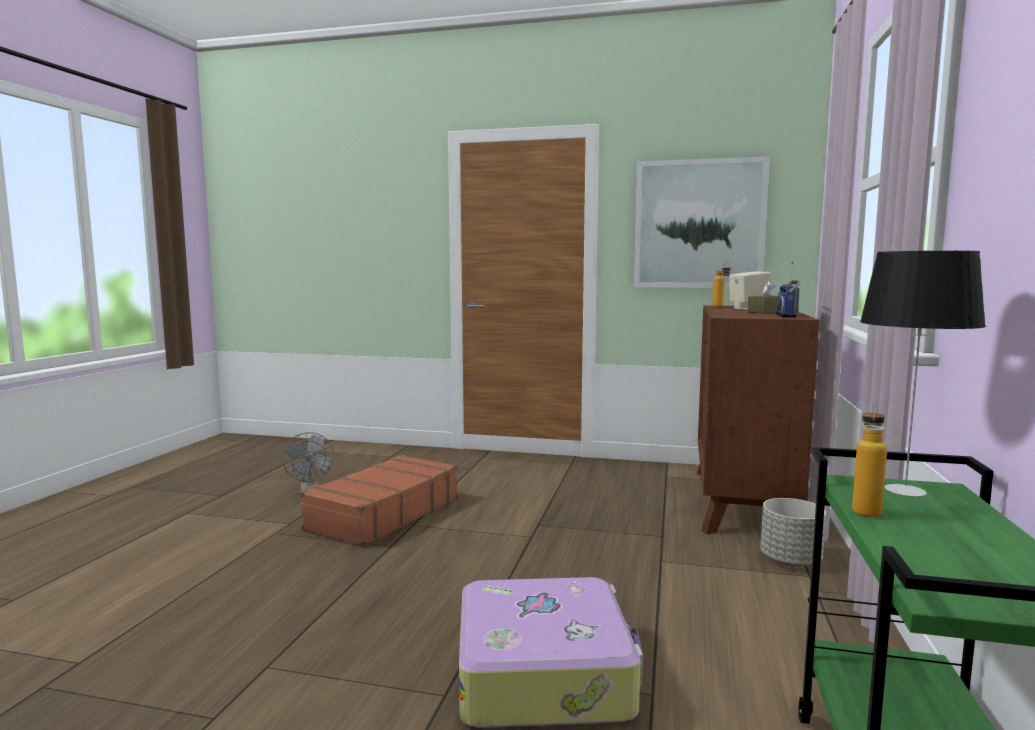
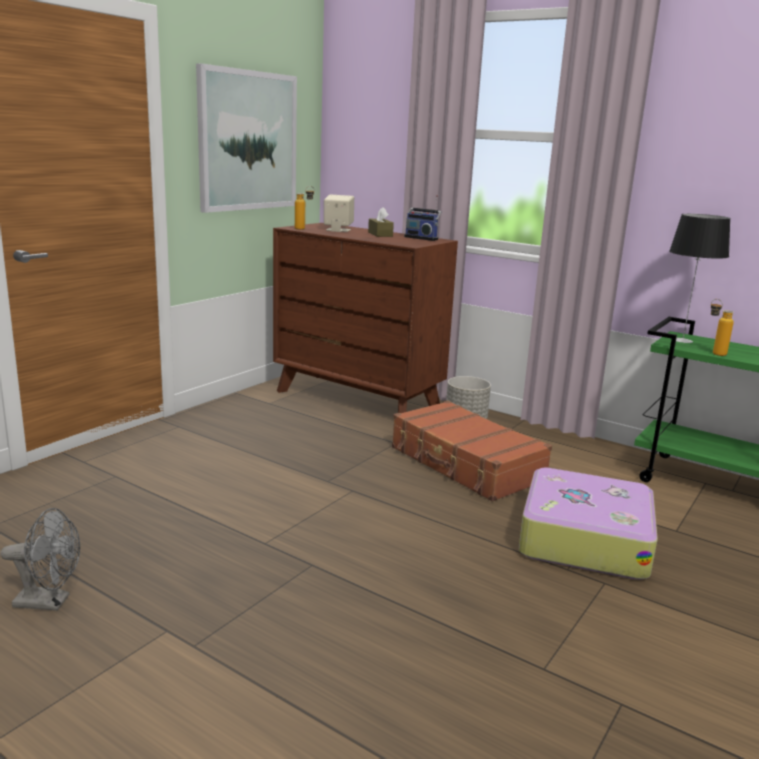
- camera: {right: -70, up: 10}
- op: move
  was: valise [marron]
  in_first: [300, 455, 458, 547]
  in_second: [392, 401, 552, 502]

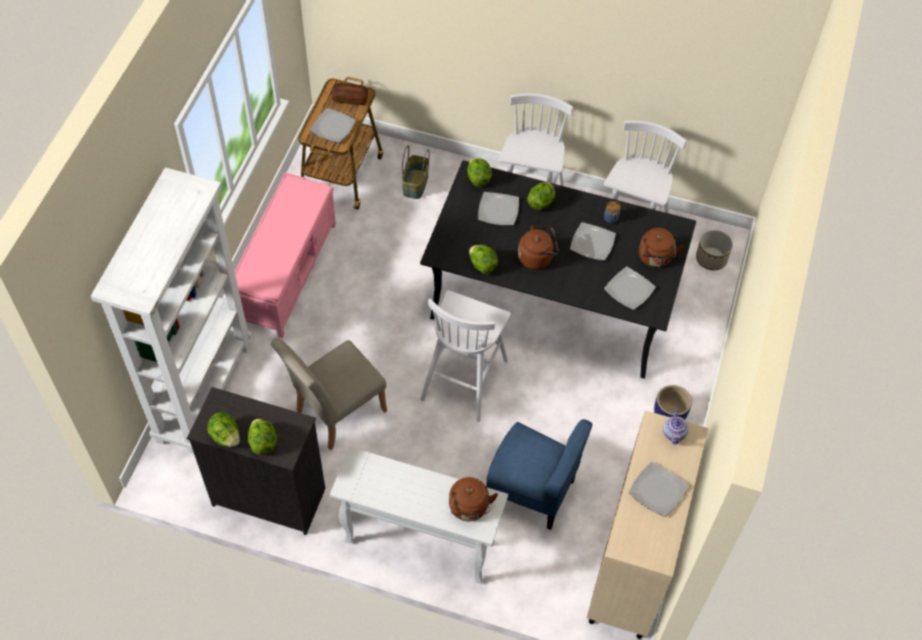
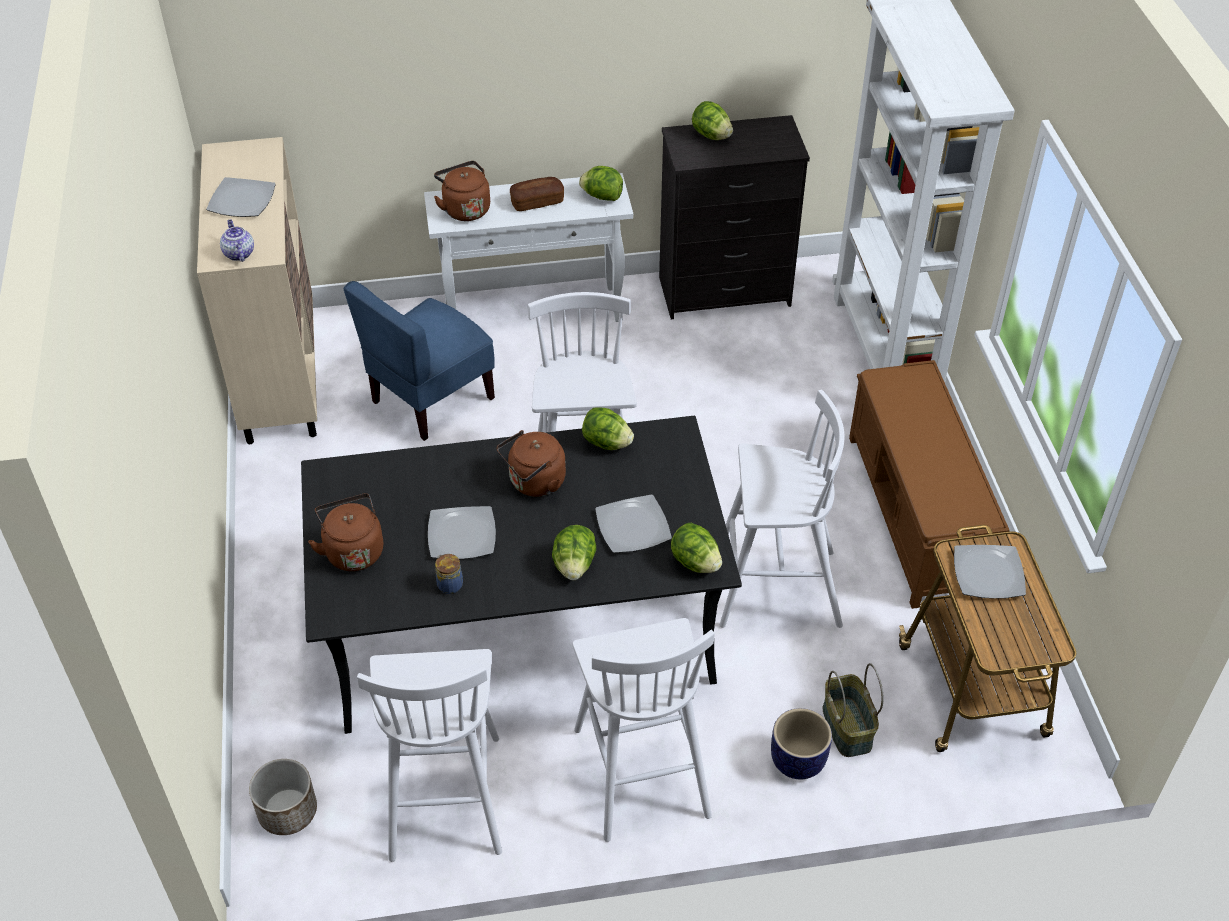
- camera: {right: 155, up: -10}
- op: delete
  was: chaise [beige]
  in_first: [271, 338, 387, 450]
- op: delete
  was: assiette
  in_first: [604, 267, 656, 310]
- op: insert
  now: tabouret [blanc]
  in_second: [720, 390, 844, 628]
- op: move
  was: laitue
  in_first: [207, 412, 240, 447]
  in_second: [579, 166, 623, 201]
- op: move
  was: pain
  in_first: [331, 83, 368, 105]
  in_second: [510, 177, 564, 211]
- op: move
  was: cache-pot
  in_first: [654, 385, 692, 419]
  in_second: [771, 708, 832, 779]
- op: recolor
  was: banc [rose]
  now: banc [marron]
  in_first: [235, 172, 336, 338]
  in_second: [849, 360, 1010, 609]
- op: rotate
  was: chaise [bleu]
  in_first: [486, 419, 592, 530]
  in_second: [343, 281, 495, 441]
  clockwise: -45

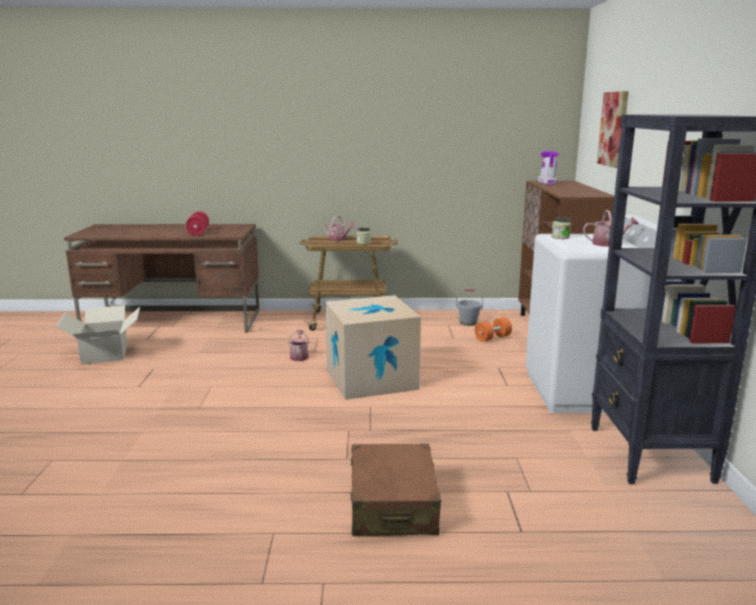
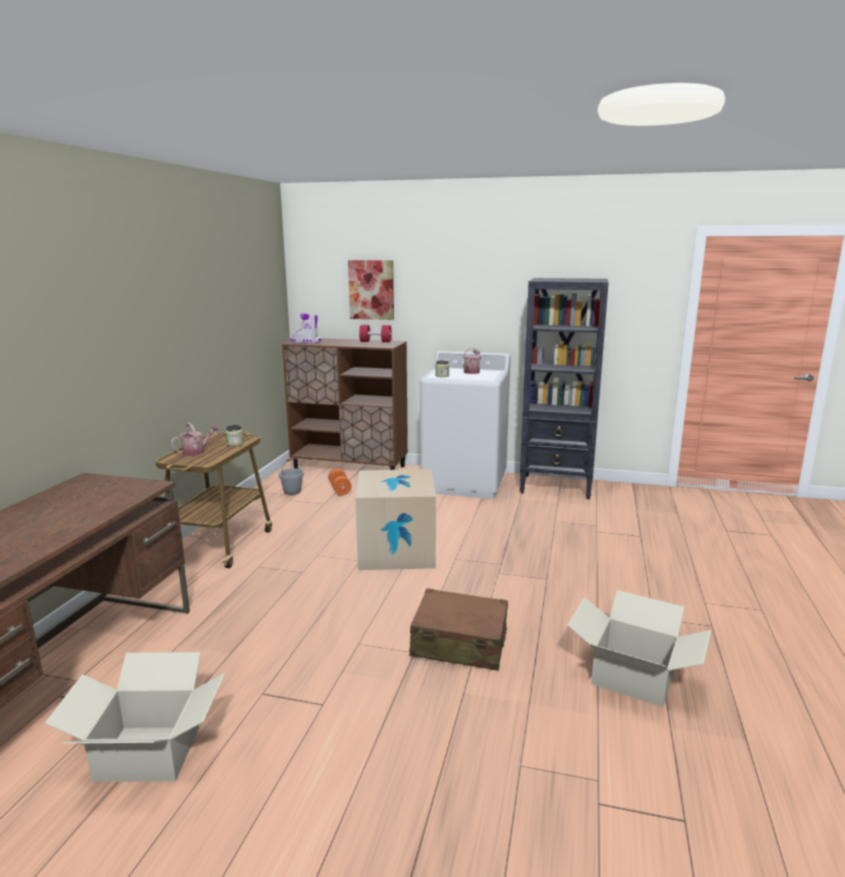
- camera: {right: -75, up: 0}
- op: delete
  was: arrosoir
  in_first: [288, 330, 309, 361]
- op: insert
  now: carton
  in_second: [567, 590, 711, 707]
- op: move
  was: haltère [rouge]
  in_first: [186, 211, 209, 236]
  in_second: [359, 325, 392, 342]
- op: move
  was: valise [marron]
  in_first: [351, 444, 441, 536]
  in_second: [410, 588, 508, 671]

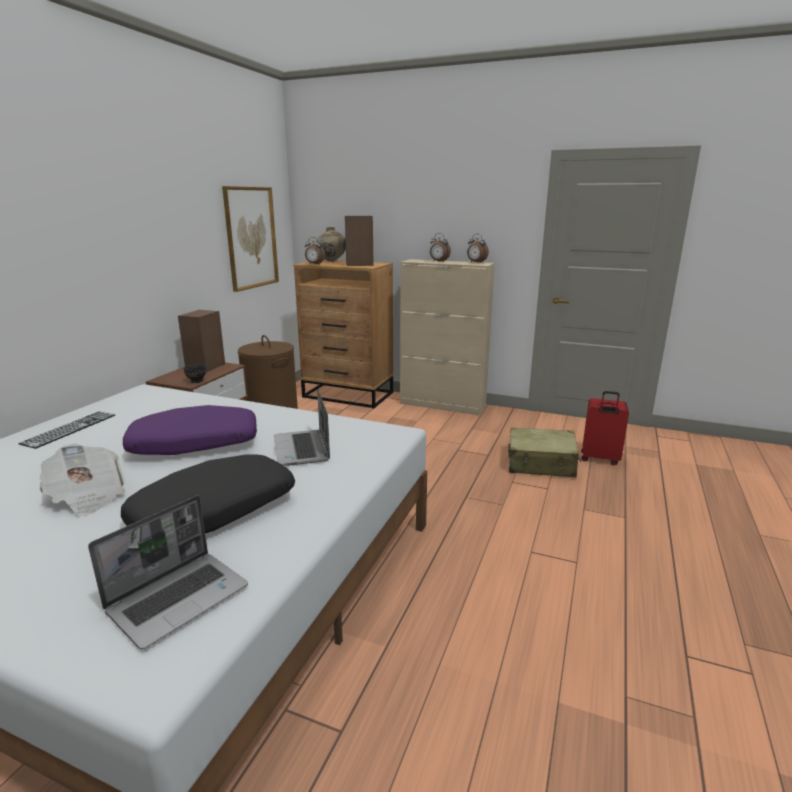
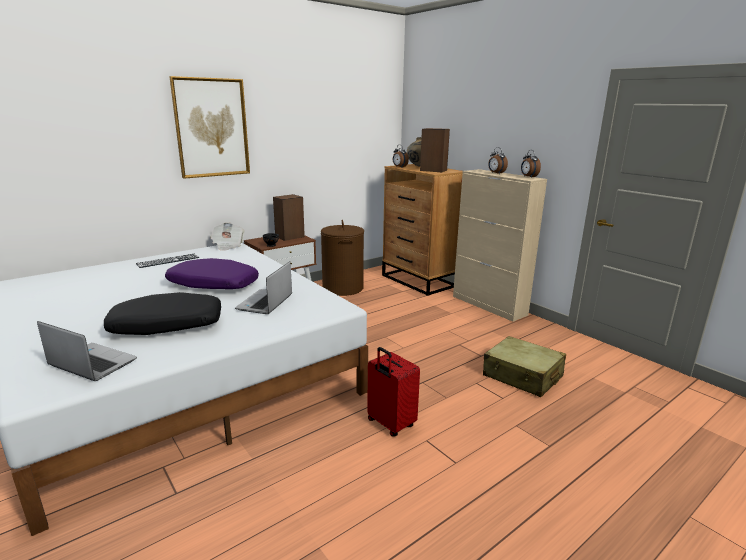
- camera: {right: 30, up: 0}
- op: move
  was: journal
  in_first: [39, 444, 125, 516]
  in_second: [210, 222, 245, 251]
- op: move
  was: tableau
  in_first: [222, 186, 279, 292]
  in_second: [169, 76, 250, 179]
- op: move
  was: valise [rouge]
  in_first: [581, 391, 629, 465]
  in_second: [367, 347, 420, 437]
- op: rotate
  was: ordinateur portable
  in_first: [88, 495, 248, 650]
  in_second: [37, 321, 137, 381]
  clockwise: -135

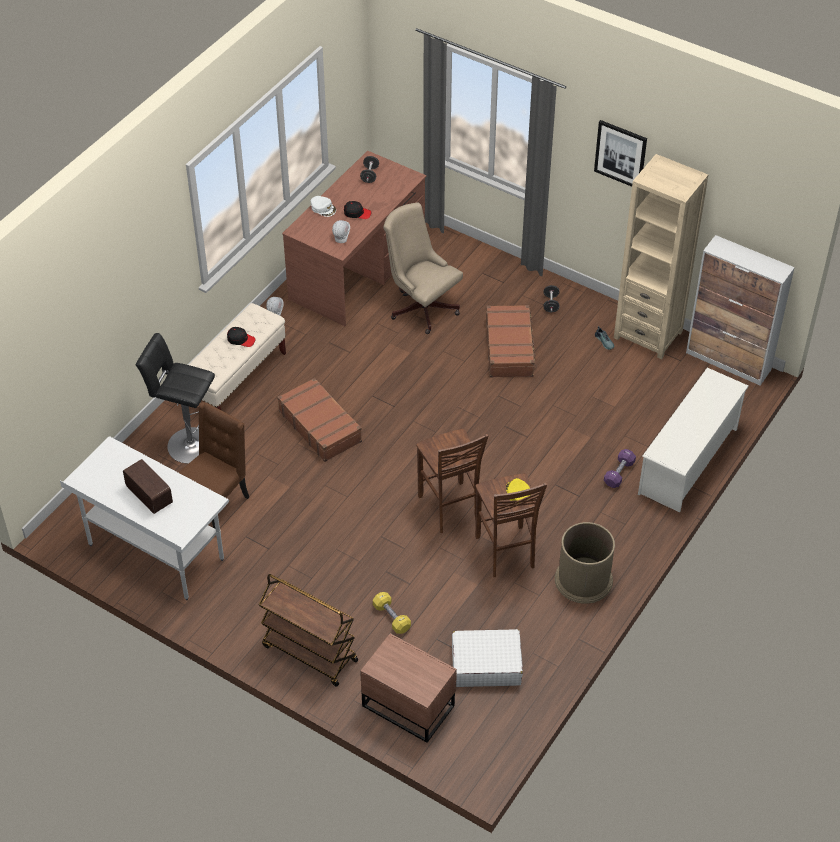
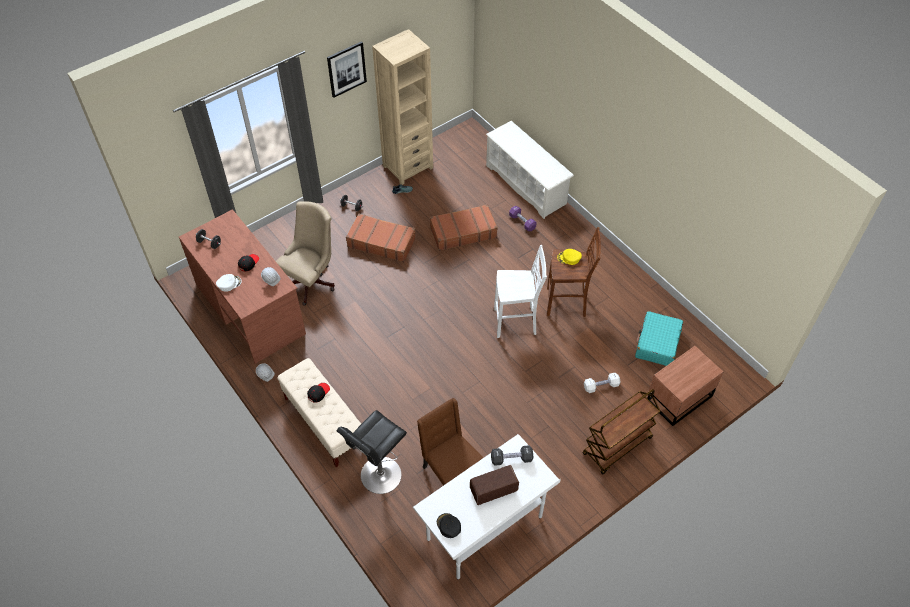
- camera: {right: -70, up: 5}
- op: delete
  was: poubelle [marron]
  in_first: [555, 522, 615, 604]
- op: delete
  was: meuble de rangement
  in_first: [686, 235, 795, 386]
- op: insert
  now: casquette [noir]
  in_second: [437, 513, 461, 538]
- op: insert
  now: haltère [noir]
  in_second: [491, 445, 533, 466]
- op: move
  was: valise [marron]
  in_first: [277, 378, 362, 462]
  in_second: [430, 204, 498, 251]
- op: recolor
  was: haltère [jaune]
  now: haltère [blanc]
  in_first: [373, 592, 411, 634]
  in_second: [584, 373, 621, 393]
- op: recolor
  was: tabouret [marron]
  now: tabouret [blanc]
  in_first: [416, 429, 489, 533]
  in_second: [494, 245, 547, 338]
- op: recolor
  was: valise [blanc]
  now: valise [turquoise]
  in_first: [452, 629, 523, 687]
  in_second: [635, 311, 683, 366]
- op: rotate
  was: chaise de bureau [beige]
  in_first: [383, 202, 463, 334]
  in_second: [276, 201, 335, 306]
  clockwise: 150

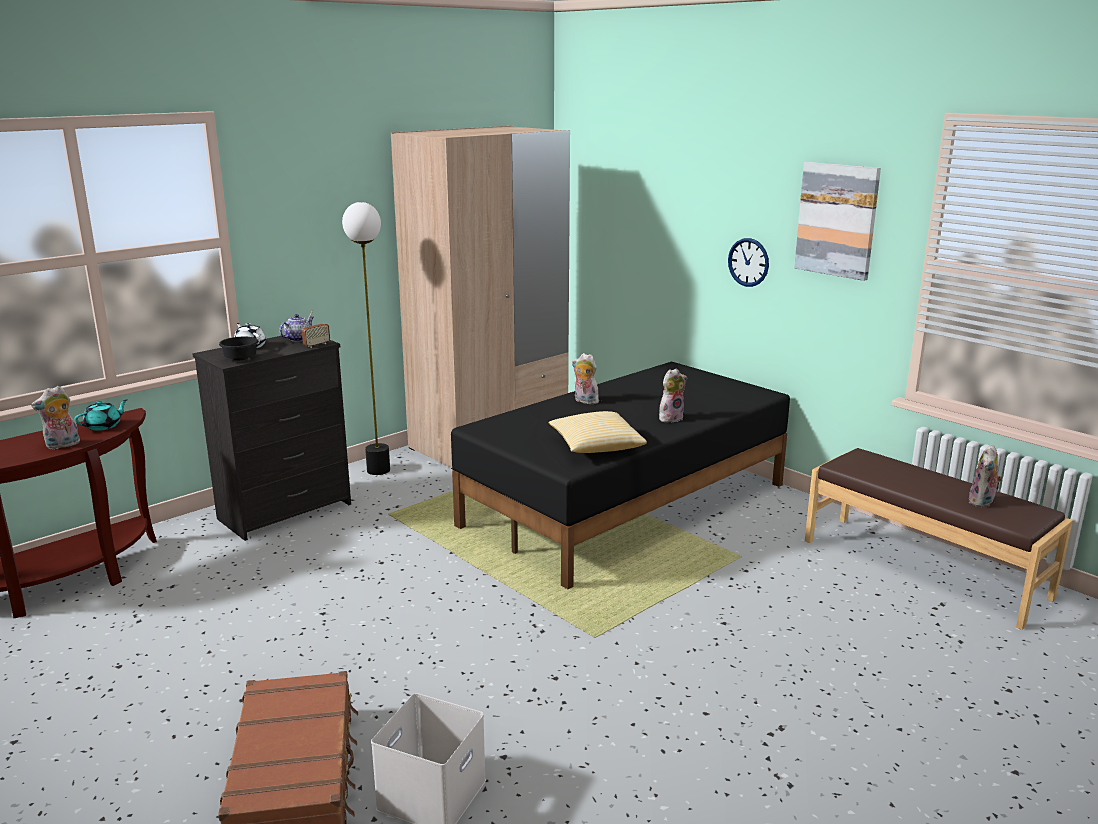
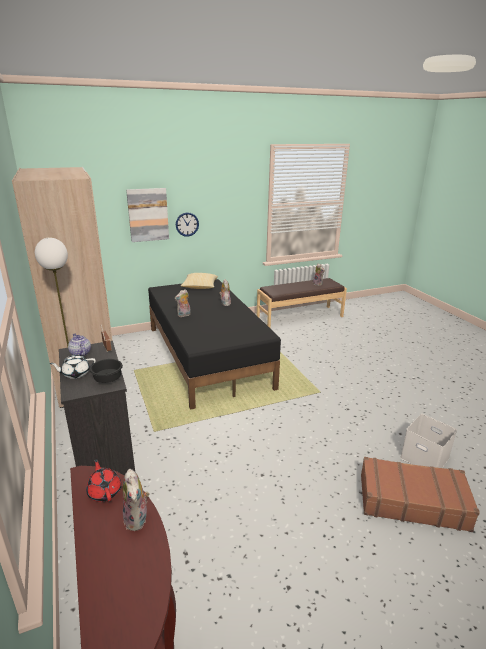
- camera: {right: -70, up: 5}
- op: move
  was: coussin
  in_first: [549, 411, 647, 453]
  in_second: [181, 273, 218, 289]
- op: move
  was: tableau
  in_first: [794, 162, 881, 281]
  in_second: [126, 188, 169, 242]
- op: recolor
  was: théière [turquoise]
  now: théière [rouge]
  in_first: [75, 399, 128, 431]
  in_second: [86, 459, 121, 502]

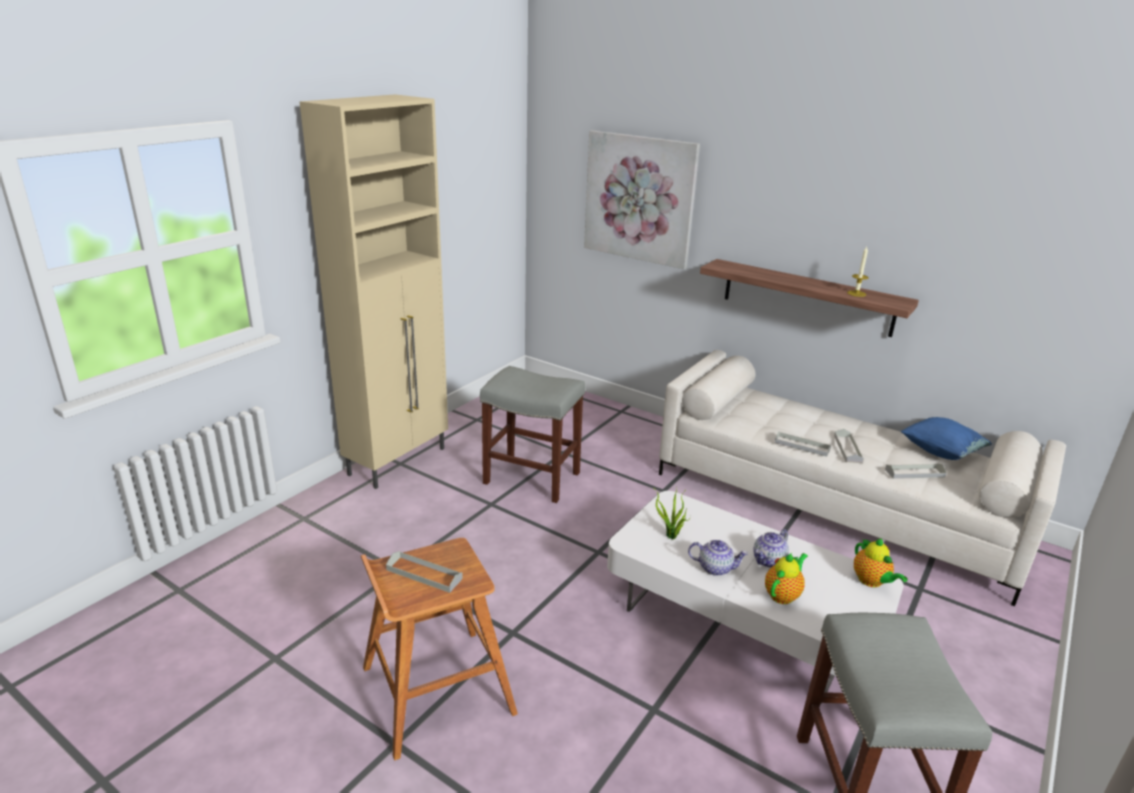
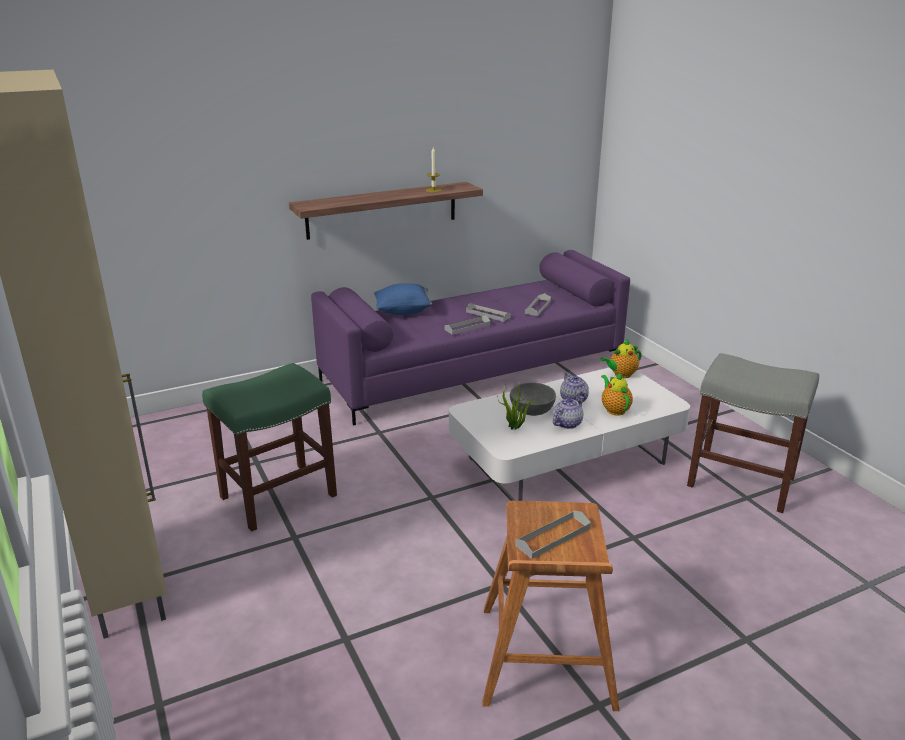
- camera: {right: -60, up: 0}
- op: delete
  was: tableau
  in_first: [584, 130, 700, 269]
- op: insert
  now: bol [gris]
  in_second: [510, 382, 556, 416]
- op: move
  was: coussin [bleu]
  in_first: [901, 417, 992, 460]
  in_second: [374, 283, 432, 315]
- op: recolor
  was: tabouret [gris]
  now: tabouret [vert]
  in_first: [480, 366, 585, 503]
  in_second: [202, 363, 337, 532]
- op: recolor
  was: canapé [blanc]
  now: canapé [violet]
  in_first: [659, 350, 1066, 606]
  in_second: [311, 250, 630, 426]
- op: rotate
  was: théière
  in_first: [854, 538, 908, 587]
  in_second: [600, 339, 642, 378]
  clockwise: 150

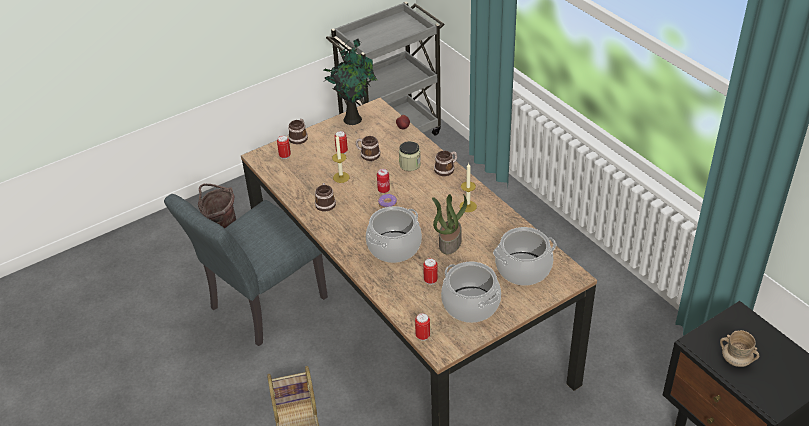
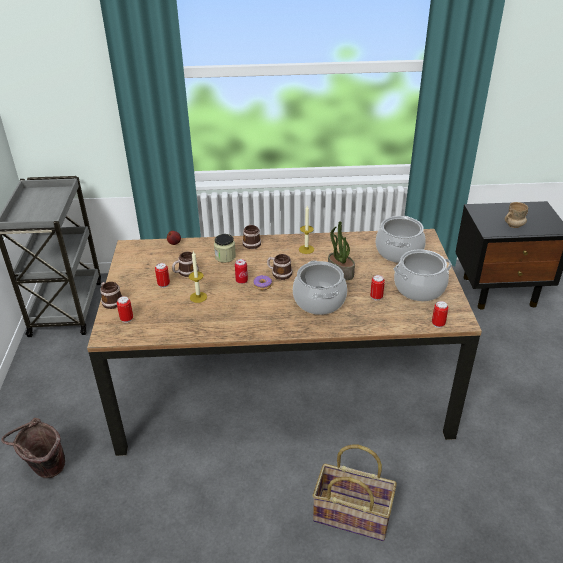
- camera: {right: -60, up: -5}
- op: delete
  was: chaise [gris]
  in_first: [164, 194, 328, 346]
- op: delete
  was: plante en pot
  in_first: [324, 39, 377, 125]
- op: move
  was: mug
  in_first: [315, 183, 336, 211]
  in_second: [267, 254, 293, 280]

